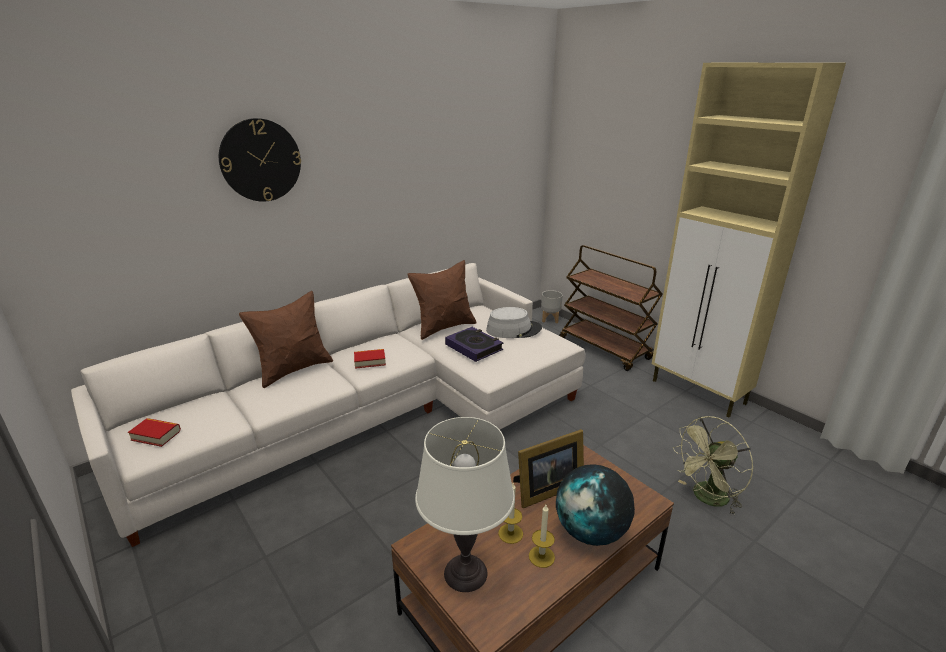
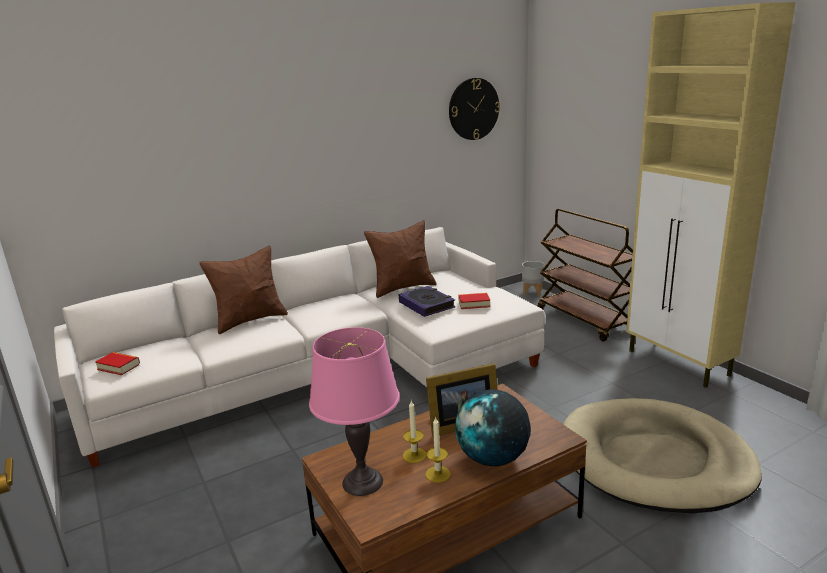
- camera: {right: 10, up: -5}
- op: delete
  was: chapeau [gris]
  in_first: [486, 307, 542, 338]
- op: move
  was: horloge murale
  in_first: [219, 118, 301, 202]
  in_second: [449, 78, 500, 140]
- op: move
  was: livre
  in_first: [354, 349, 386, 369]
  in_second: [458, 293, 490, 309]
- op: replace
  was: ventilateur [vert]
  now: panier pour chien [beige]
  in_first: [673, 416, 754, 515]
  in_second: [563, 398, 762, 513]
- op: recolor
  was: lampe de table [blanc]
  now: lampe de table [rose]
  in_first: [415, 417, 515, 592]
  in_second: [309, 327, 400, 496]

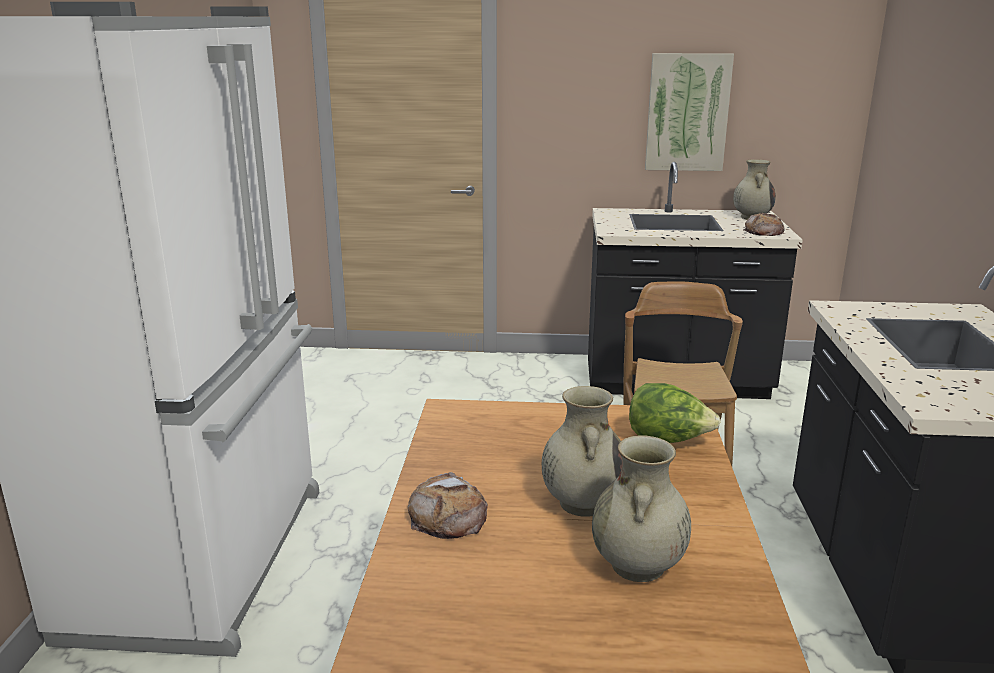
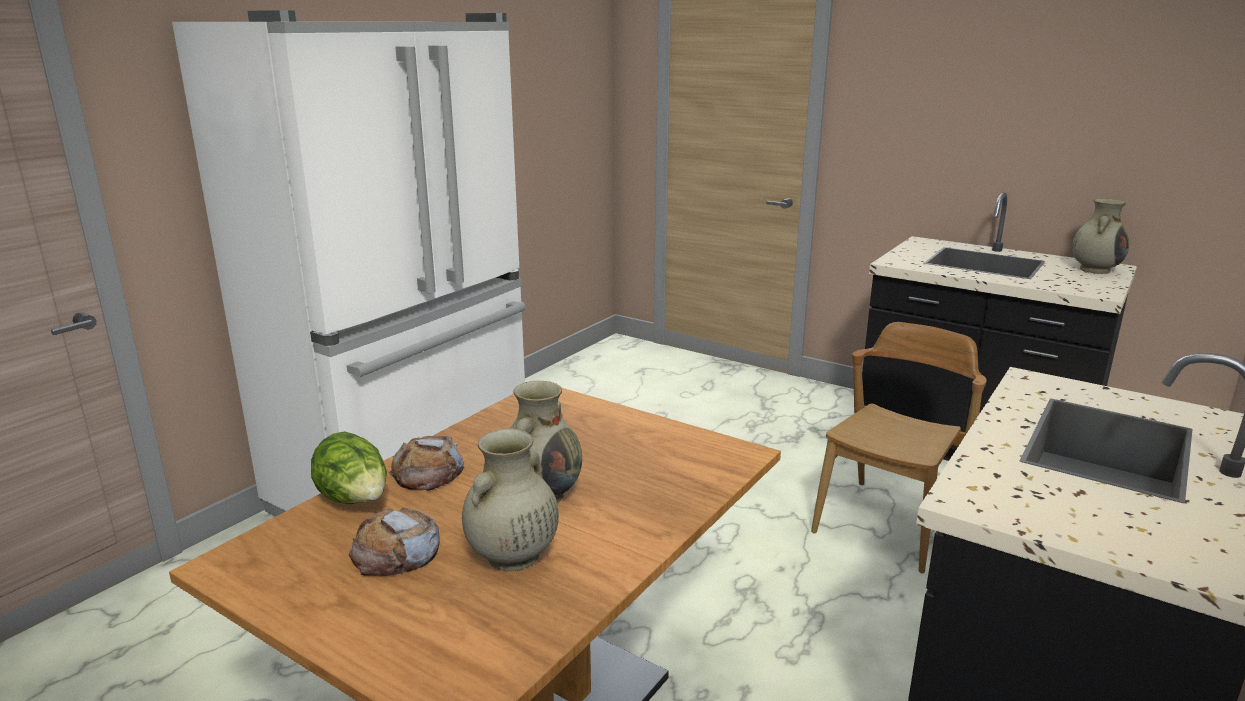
- camera: {right: 30, up: 0}
- op: delete
  was: tableau
  in_first: [645, 53, 734, 171]
- op: move
  was: laitue
  in_first: [629, 383, 721, 443]
  in_second: [311, 431, 387, 504]
- op: move
  was: pain
  in_first: [743, 213, 785, 236]
  in_second: [349, 507, 439, 576]

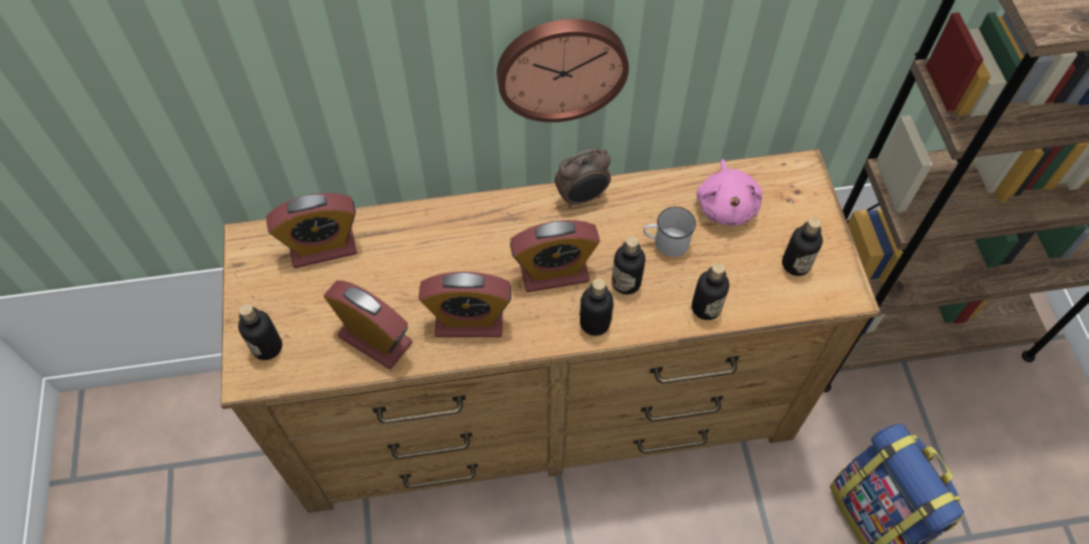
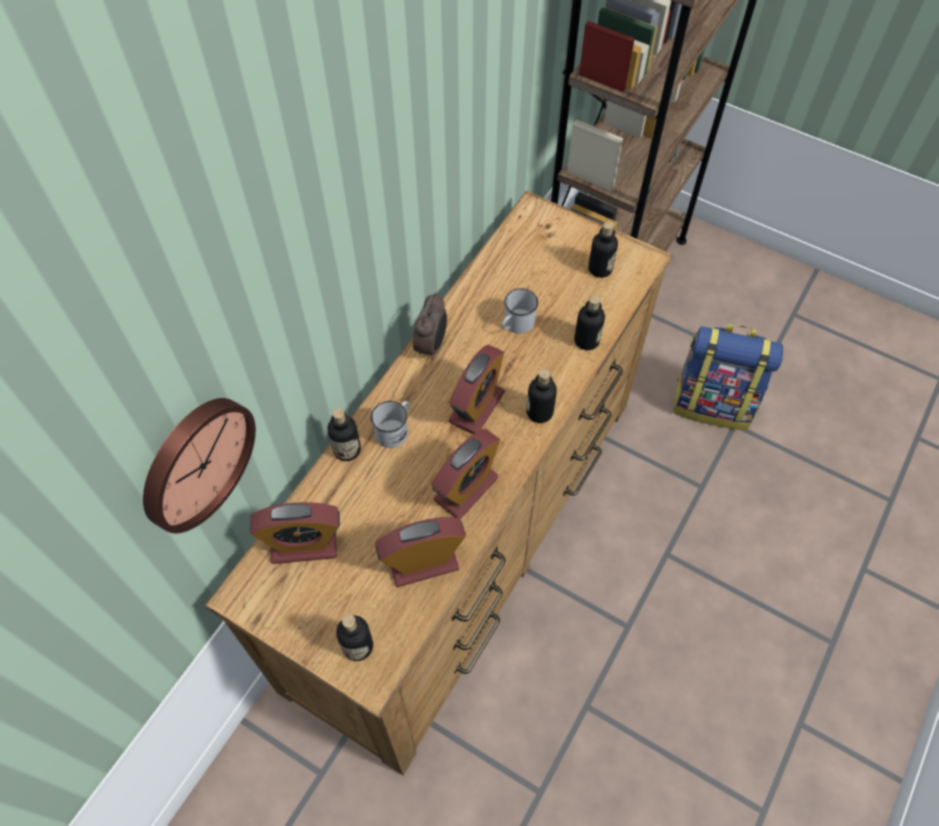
- camera: {right: -50, up: 0}
- op: delete
  was: peluche [rose]
  in_first: [696, 159, 762, 226]
- op: insert
  now: mug [blanc]
  in_second: [371, 401, 410, 448]
- op: move
  was: horloge murale
  in_first: [497, 19, 629, 122]
  in_second: [143, 398, 256, 533]
- op: move
  was: bouteille
  in_first: [612, 236, 645, 294]
  in_second: [328, 408, 361, 461]
- op: rotate
  was: réveil
  in_first: [266, 193, 357, 268]
  in_second: [250, 502, 340, 564]
  clockwise: 60

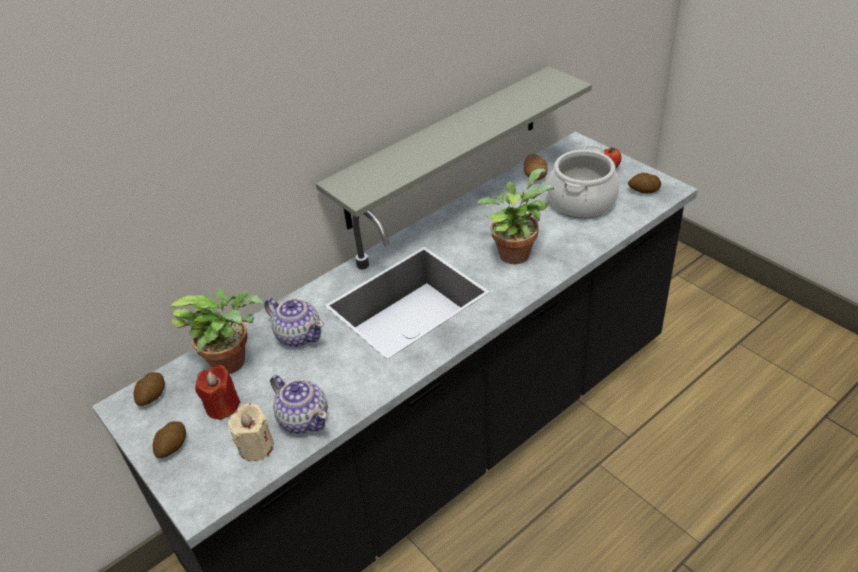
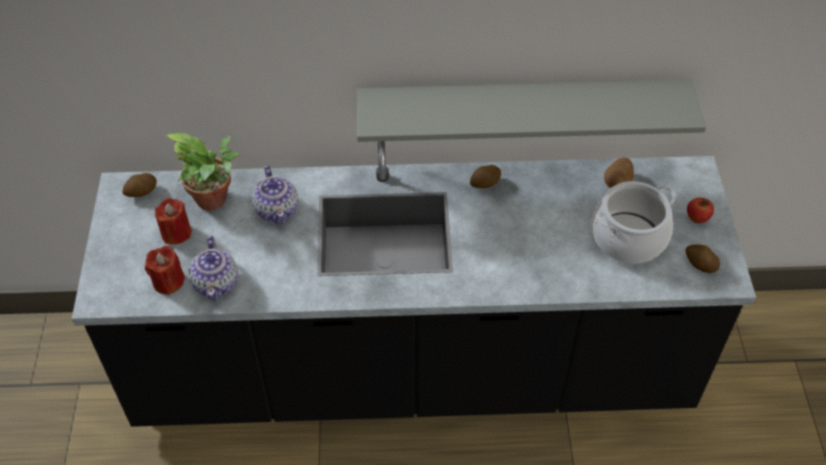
- camera: {right: 35, up: 10}
- op: delete
  was: plante en pot
  in_first: [477, 168, 554, 264]
- op: move
  was: pomme de terre
  in_first: [153, 421, 186, 458]
  in_second: [470, 165, 501, 188]
- op: recolor
  was: bougie [beige]
  now: bougie [rouge]
  in_first: [228, 403, 274, 461]
  in_second: [145, 246, 185, 295]

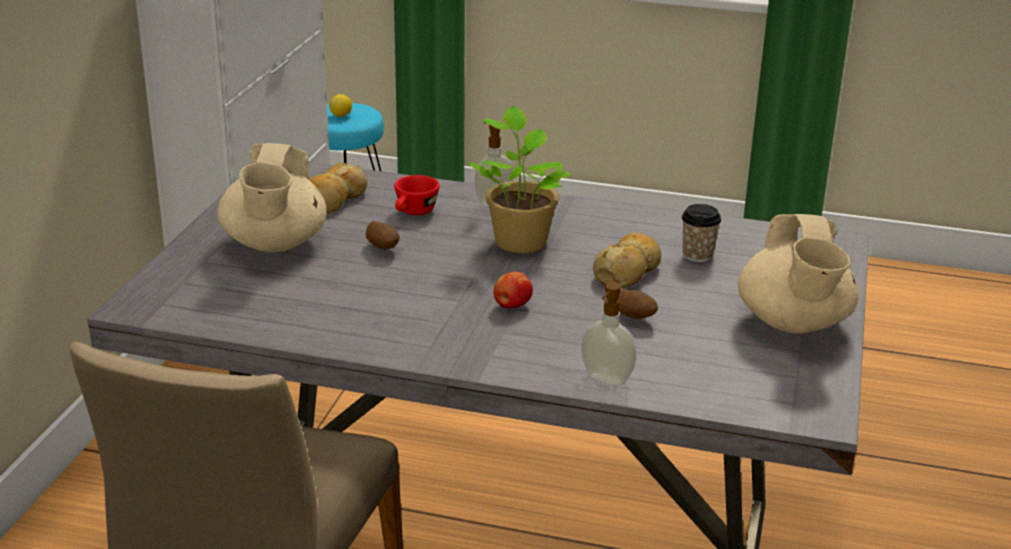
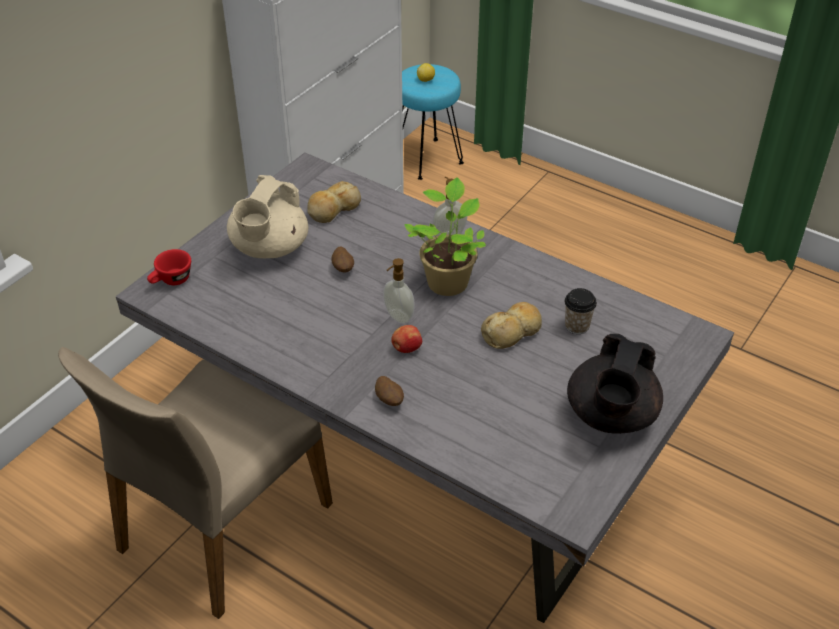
- camera: {right: 20, up: 15}
- op: move
  was: tasse [rouge]
  in_first: [394, 175, 440, 215]
  in_second: [147, 249, 191, 285]
- op: move
  was: distributeur de savon
  in_first: [581, 282, 637, 386]
  in_second: [383, 258, 415, 324]
- op: move
  was: pomme de terre
  in_first: [618, 289, 658, 319]
  in_second: [375, 376, 404, 406]
- op: recolor
  was: théière [beige]
  now: théière [noir]
  in_first: [738, 214, 858, 334]
  in_second: [567, 334, 663, 434]

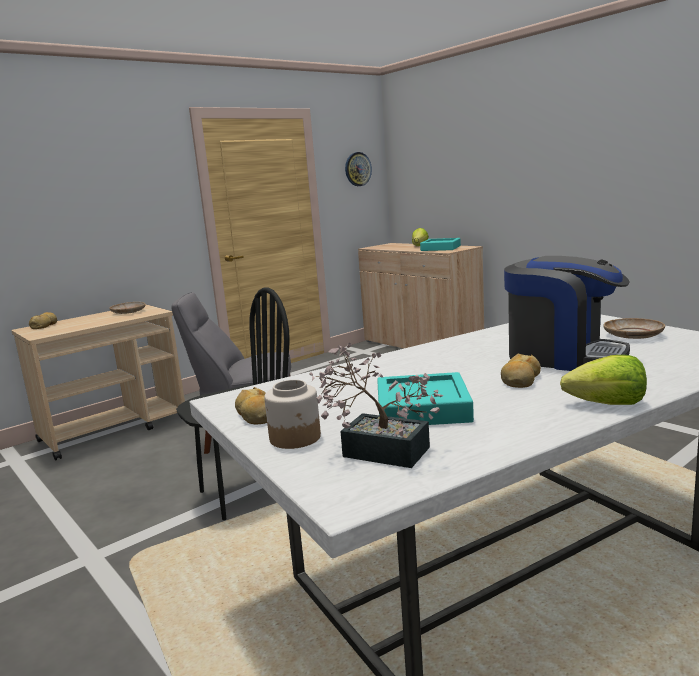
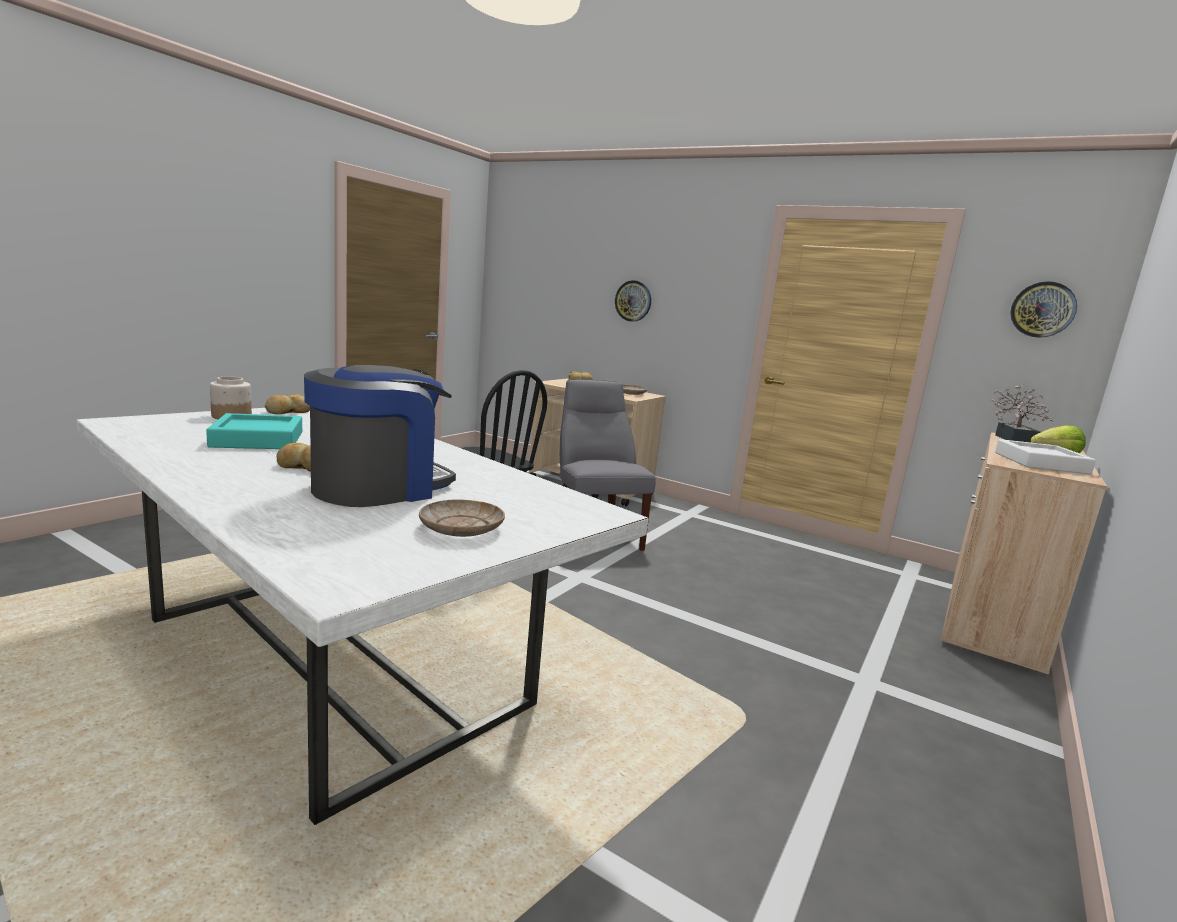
- camera: {right: 70, up: 0}
- op: delete
  was: laitue
  in_first: [560, 355, 647, 405]
- op: insert
  now: horloge murale
  in_second: [615, 280, 651, 322]
- op: move
  was: plante en pot
  in_first: [309, 343, 443, 468]
  in_second: [992, 386, 1053, 443]
- op: recolor
  was: plateau [turquoise]
  now: plateau [blanc]
  in_first: [420, 238, 461, 251]
  in_second: [995, 439, 1096, 474]
- op: rotate
  was: machine à café
  in_first: [504, 256, 630, 371]
  in_second: [304, 365, 456, 507]
  clockwise: -150

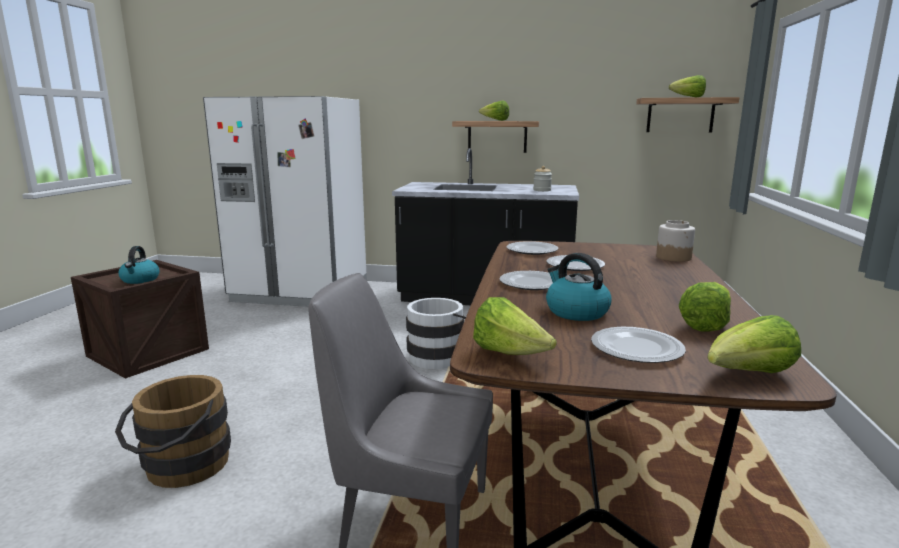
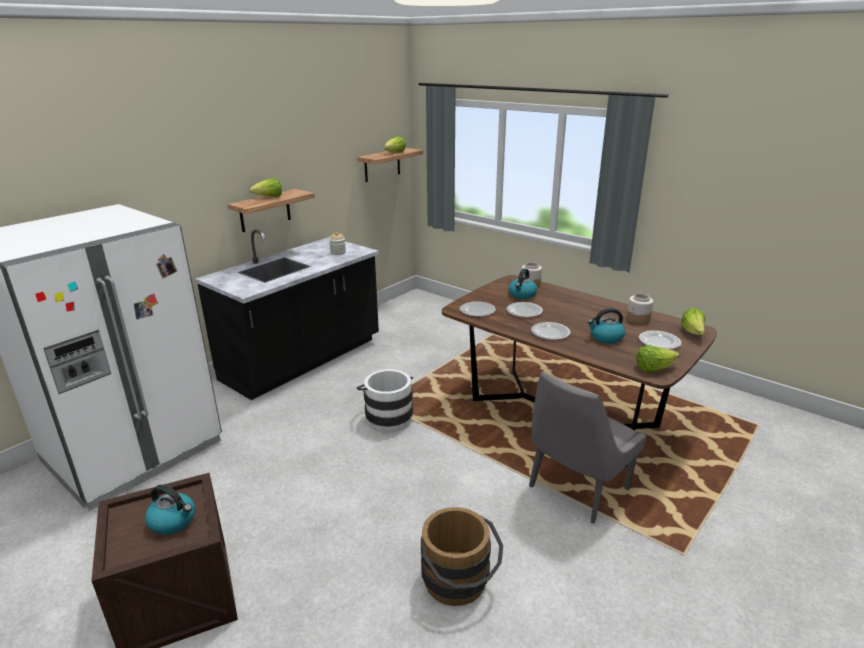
- camera: {right: -60, up: 10}
- op: insert
  now: bouilloire
  in_second: [509, 268, 537, 299]
- op: replace
  was: laitue
  now: bocal
  in_first: [679, 282, 731, 332]
  in_second: [627, 294, 653, 324]

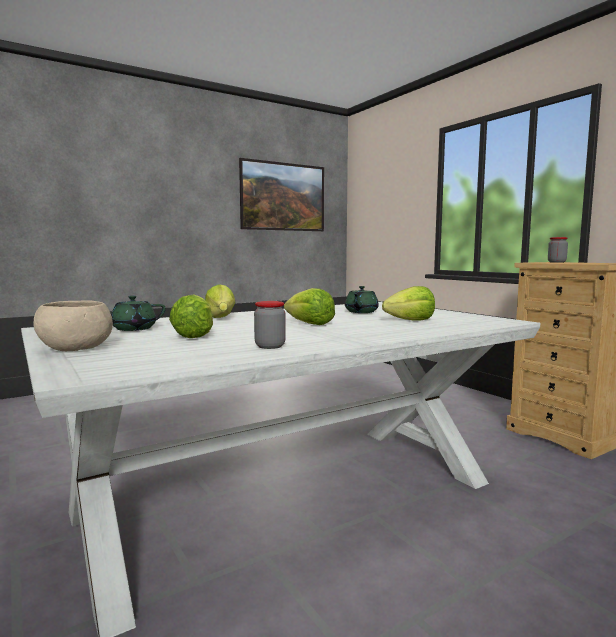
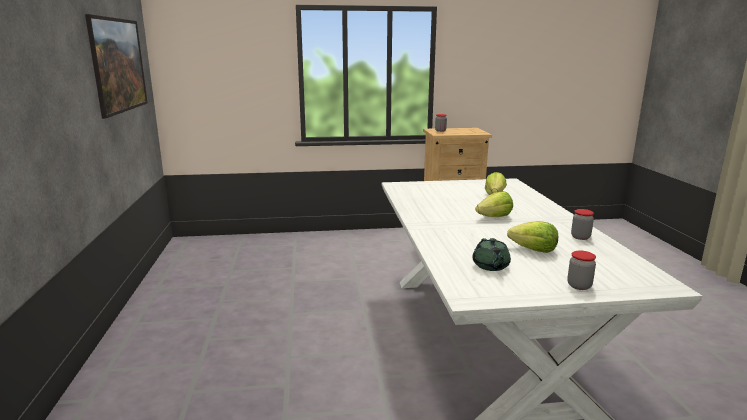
- camera: {right: -65, up: 10}
- op: delete
  was: laitue
  in_first: [205, 284, 235, 318]
- op: delete
  was: théière [vert]
  in_first: [345, 286, 379, 313]
- op: replace
  was: bol [beige]
  now: bocal
  in_first: [33, 300, 113, 351]
  in_second: [567, 250, 596, 290]

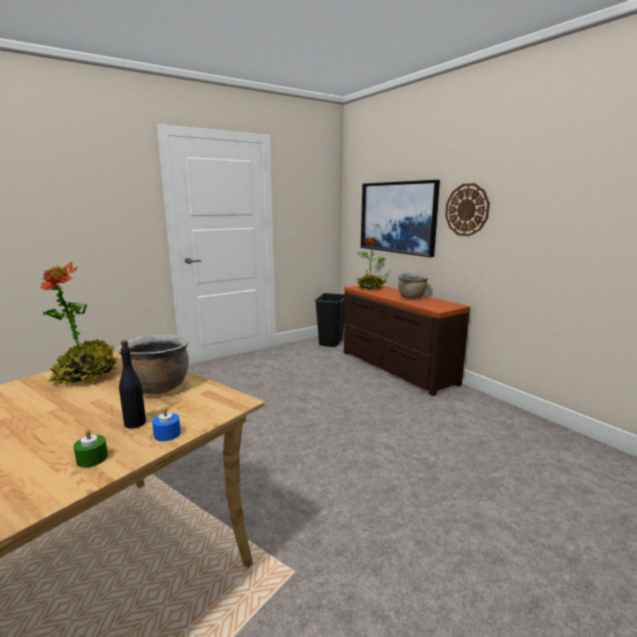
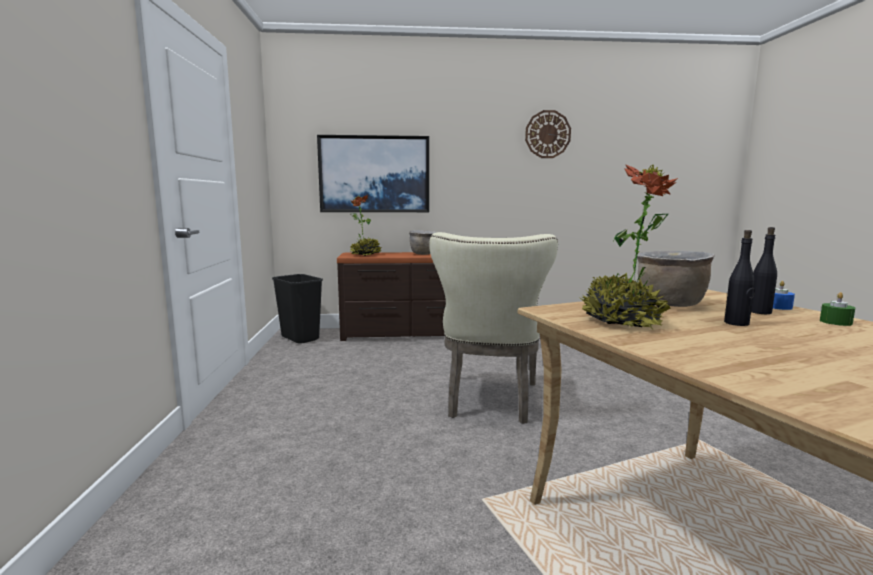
- camera: {right: -60, up: -5}
- op: insert
  now: chaise [beige]
  in_second: [429, 232, 558, 424]
- op: insert
  now: bouteille [noir]
  in_second: [724, 230, 755, 326]
- op: move
  was: horloge murale
  in_first: [445, 183, 490, 236]
  in_second: [525, 110, 571, 158]

